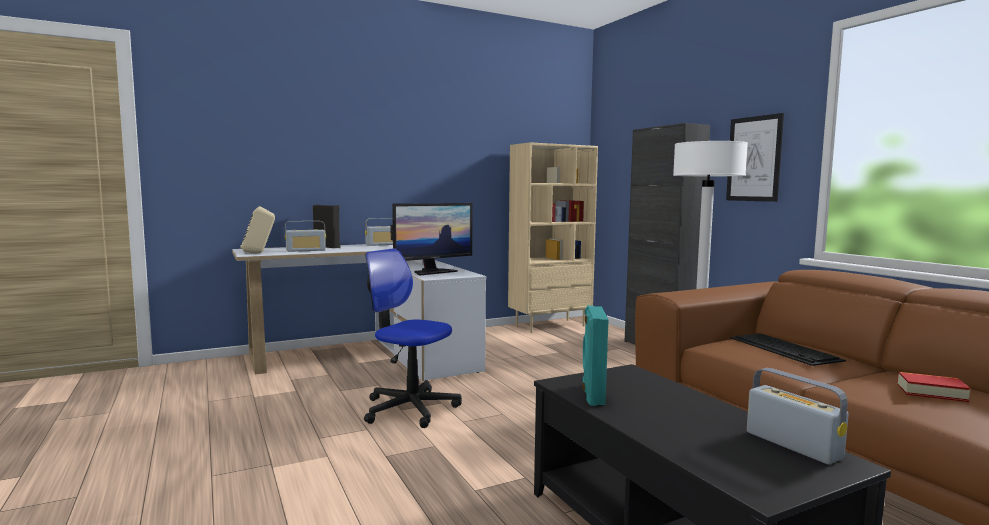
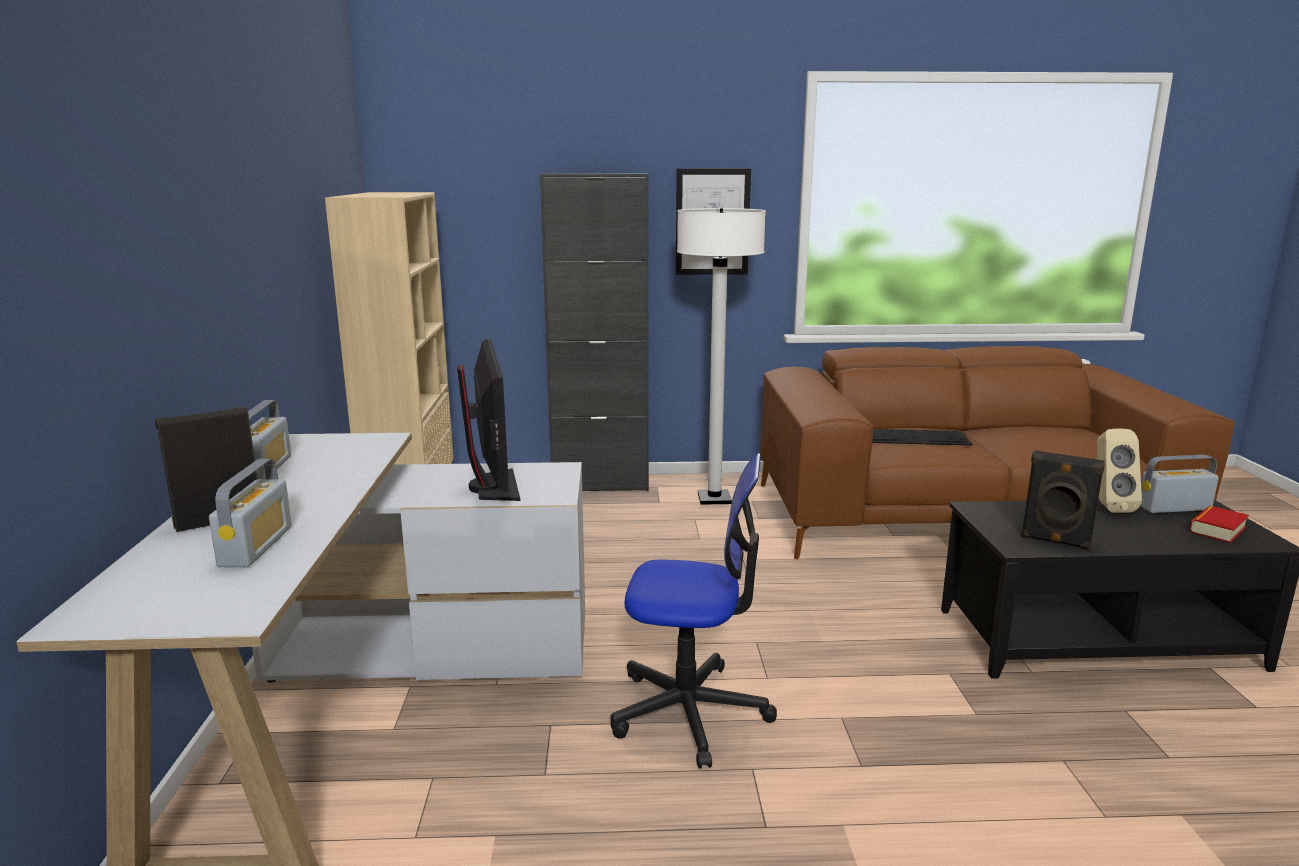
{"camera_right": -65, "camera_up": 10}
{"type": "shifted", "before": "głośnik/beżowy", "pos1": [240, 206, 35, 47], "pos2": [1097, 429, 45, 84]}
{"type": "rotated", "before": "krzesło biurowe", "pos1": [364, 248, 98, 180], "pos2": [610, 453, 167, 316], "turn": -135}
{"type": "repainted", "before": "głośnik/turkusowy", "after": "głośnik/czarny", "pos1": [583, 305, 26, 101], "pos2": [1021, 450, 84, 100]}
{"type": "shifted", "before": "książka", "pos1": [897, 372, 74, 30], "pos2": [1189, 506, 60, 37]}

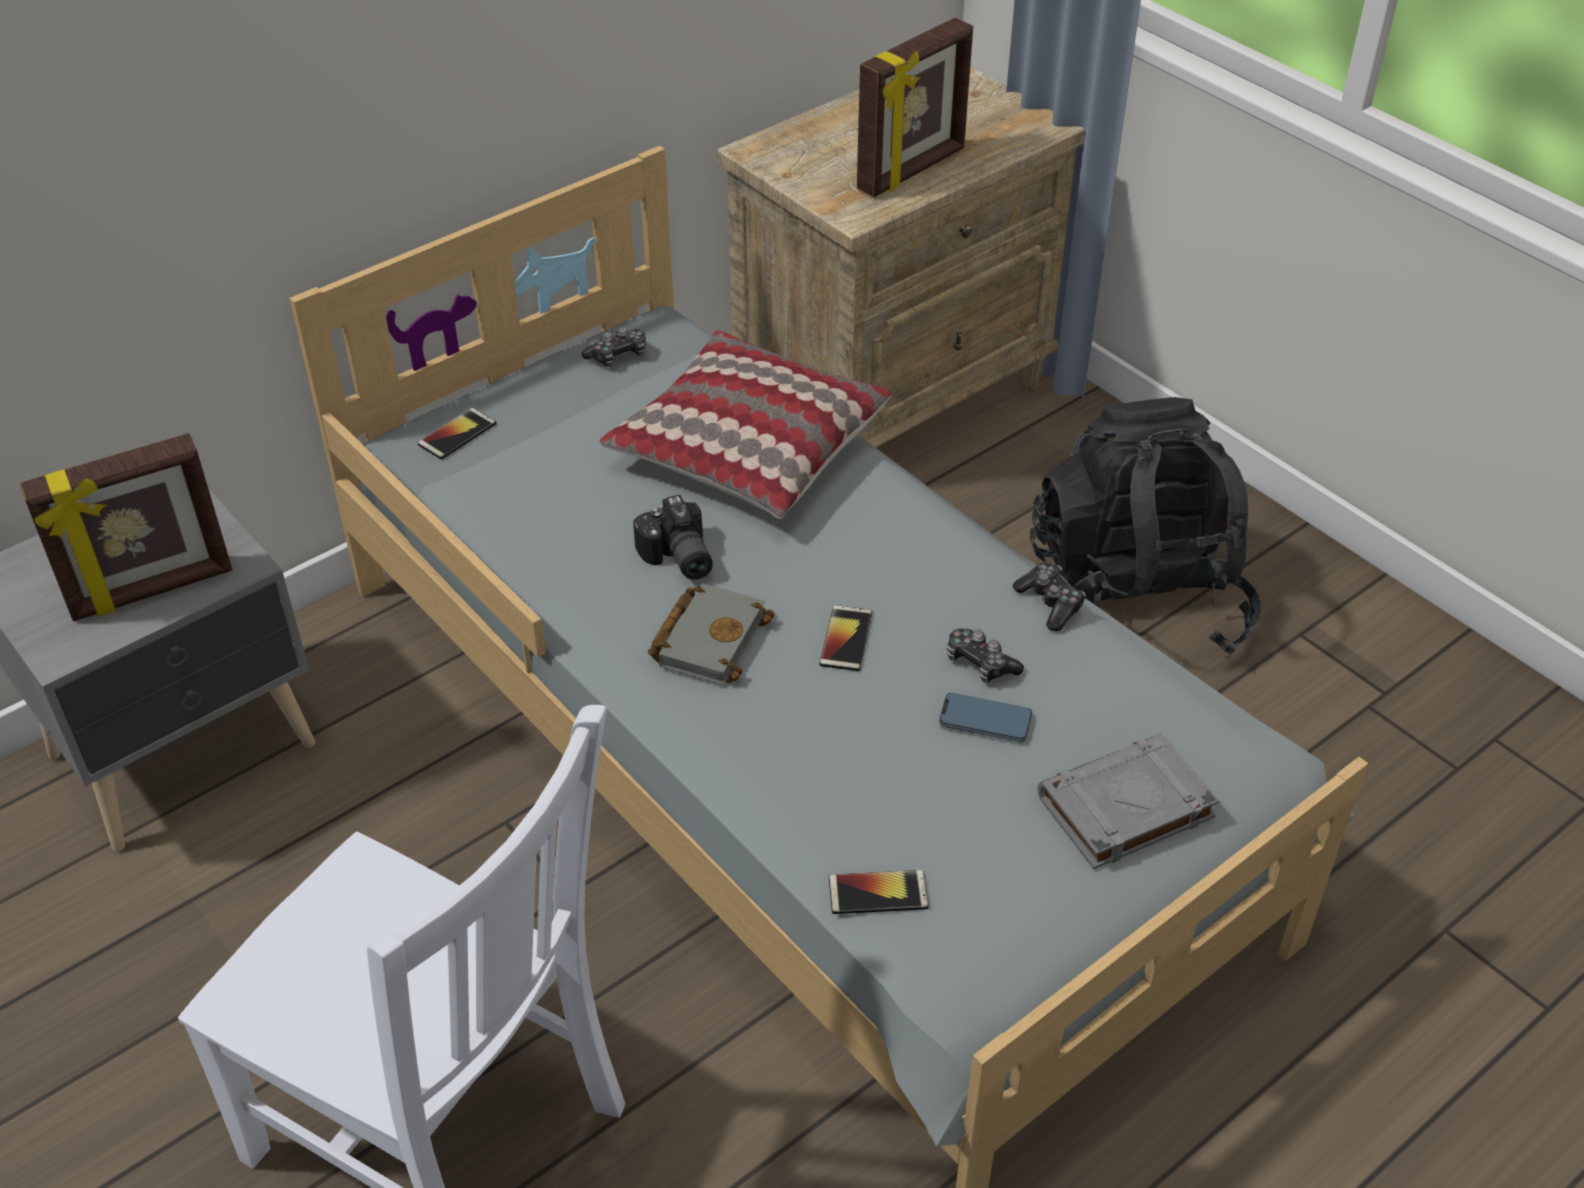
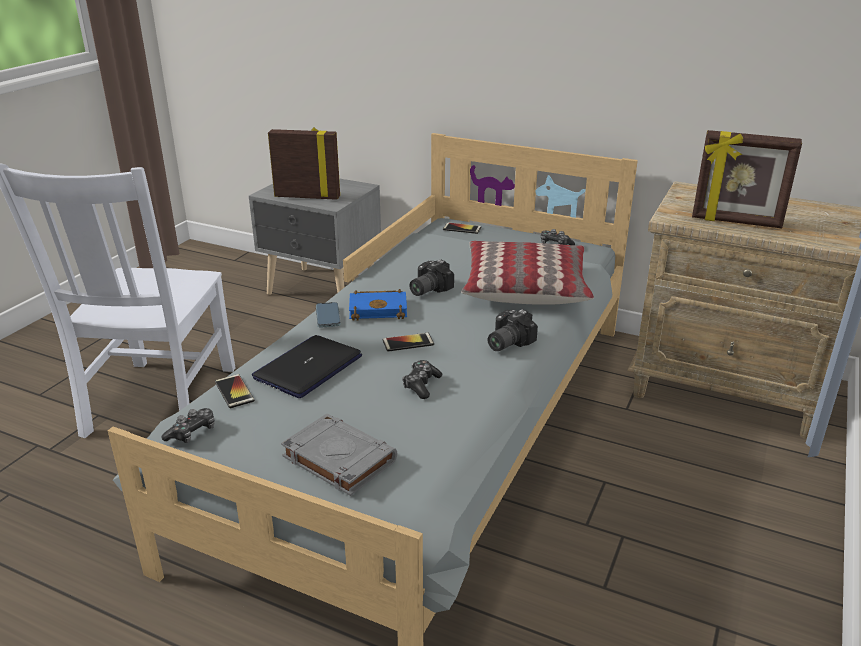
{"camera_right": 65, "camera_up": -15}
{"type": "gone", "before": "plecak/czarny", "pos1": [1030, 397, 231, 257]}
{"type": "rotated", "before": "ramka na zdjęcie", "pos1": [20, 433, 212, 188], "pos2": [268, 127, 72, 73], "turn": 150}
{"type": "shifted", "before": "pad do gier", "pos1": [1013, 562, 73, 69], "pos2": [162, 408, 52, 35]}
{"type": "repainted", "before": "książka/szary", "after": "książka/niebieski", "pos1": [648, 584, 127, 101], "pos2": [349, 289, 58, 32]}
{"type": "shifted", "before": "telefon", "pos1": [939, 693, 93, 49], "pos2": [316, 302, 25, 26]}
{"type": "new", "after": "aparat fotograficzny", "pos2": [488, 309, 50, 42]}
{"type": "new", "after": "laptop", "pos2": [252, 335, 110, 63]}

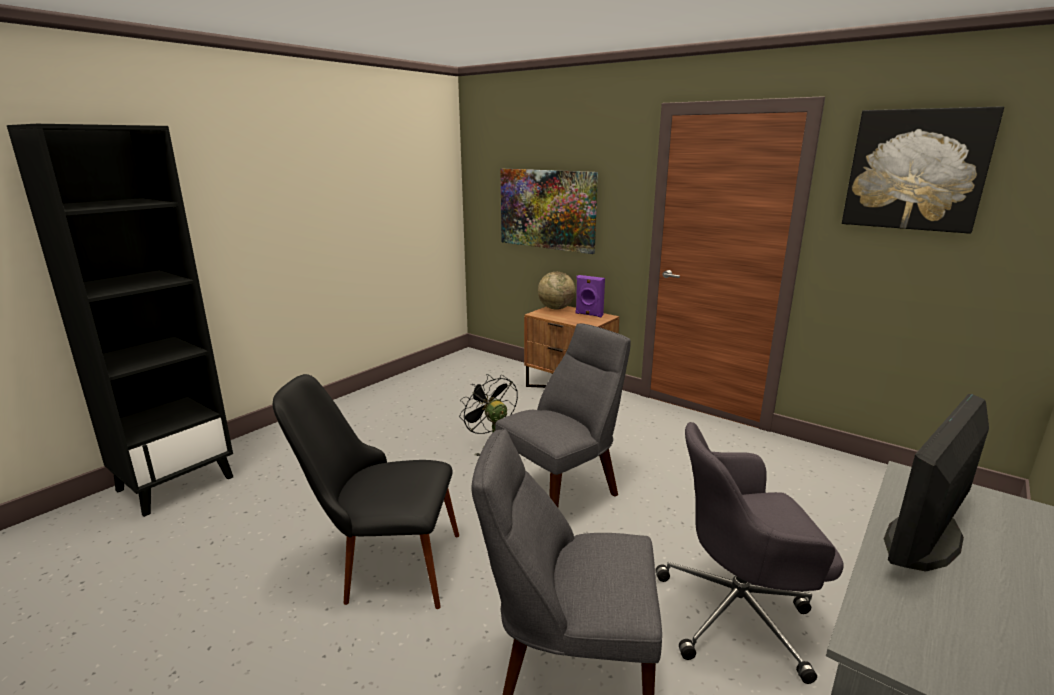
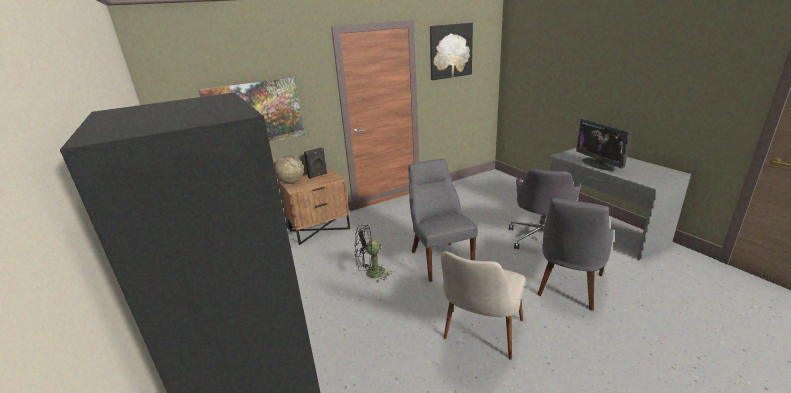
{"camera_right": -65, "camera_up": 5}
{"type": "repainted", "before": "głośnik/fioletowy", "after": "głośnik/czarny", "pos1": [576, 275, 29, 42], "pos2": [304, 147, 23, 32]}
{"type": "repainted", "before": "krzesło/czarny", "after": "krzesło/beżowy", "pos1": [273, 374, 186, 235], "pos2": [441, 251, 85, 109]}

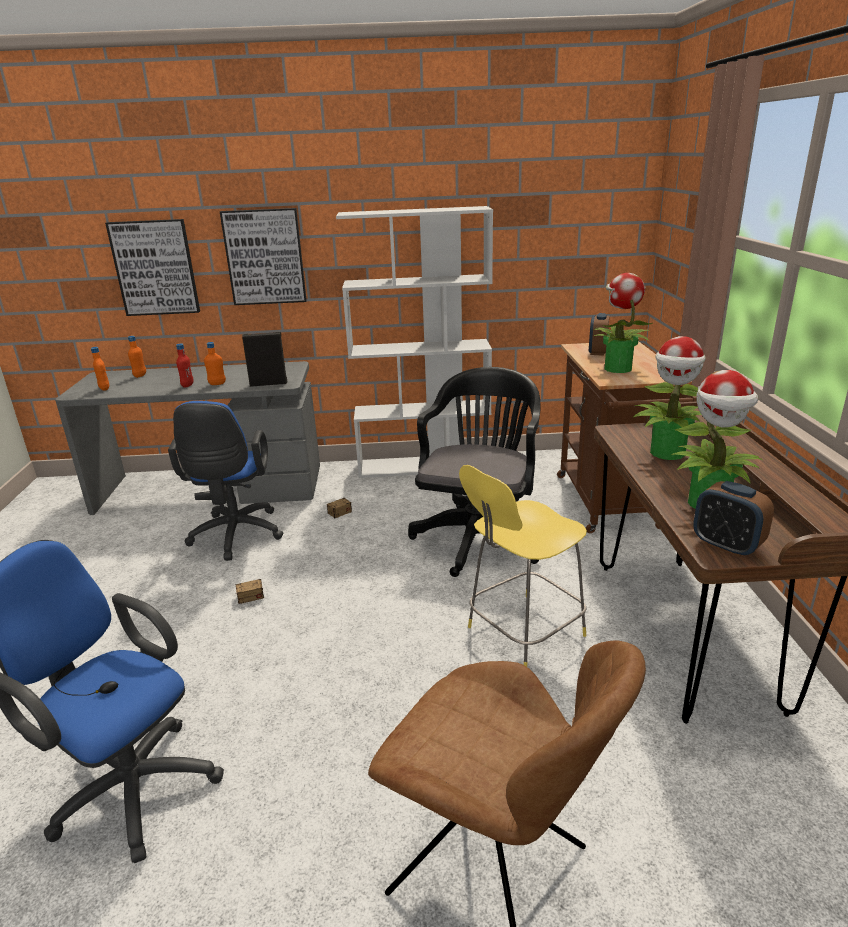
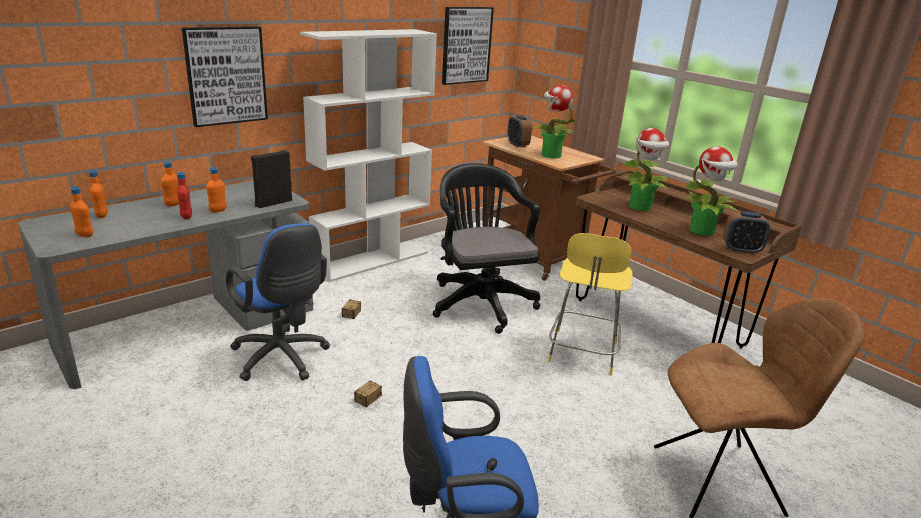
{"camera_right": -40, "camera_up": 0}
{"type": "shifted", "before": "obraz", "pos1": [105, 219, 95, 97], "pos2": [442, 7, 52, 78]}
{"type": "new", "after": "butelka/pomarańczowy", "pos2": [161, 161, 18, 45]}

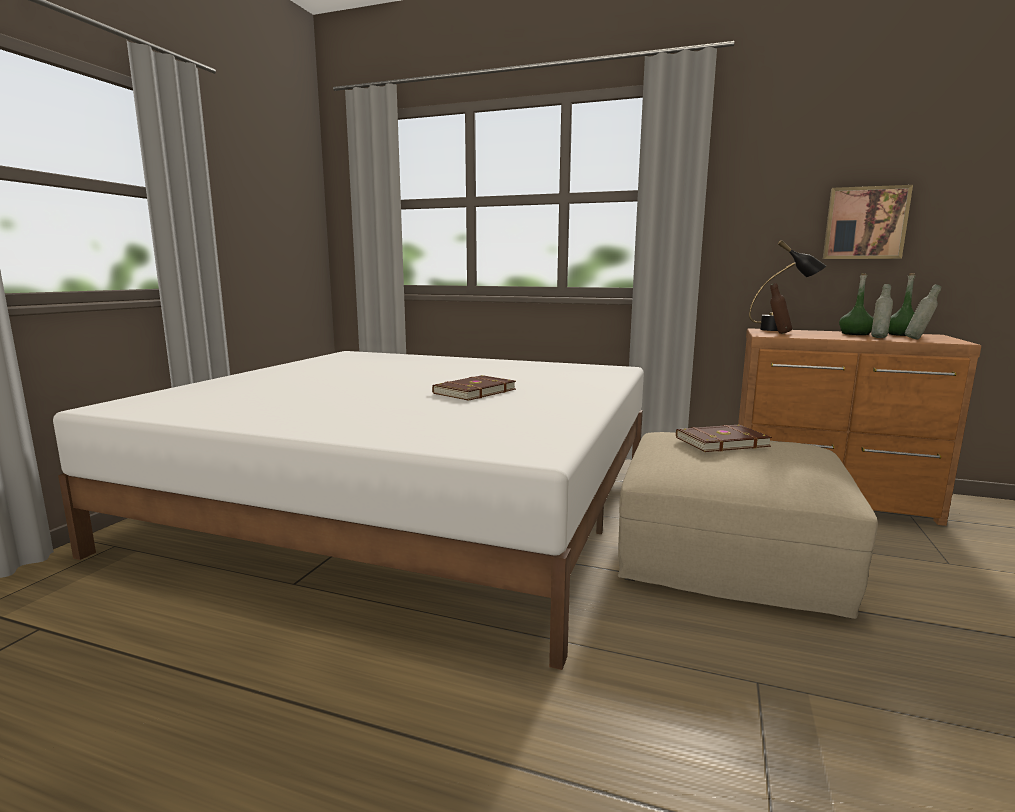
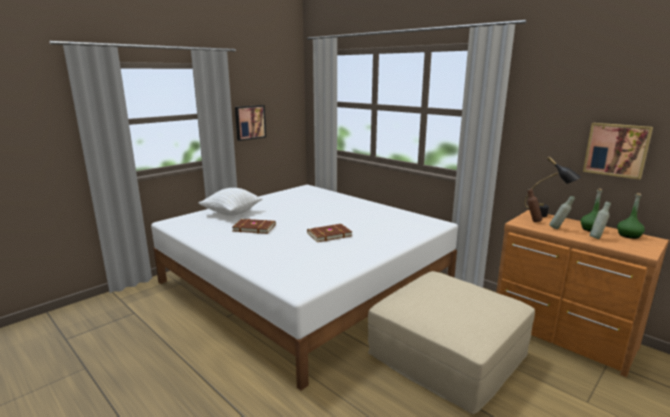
{"camera_right": 25, "camera_up": 5}
{"type": "shifted", "before": "butelka/szary", "pos1": [905, 285, 36, 54], "pos2": [550, 196, 25, 33]}
{"type": "shifted", "before": "książka/brązowy", "pos1": [676, 425, 96, 27], "pos2": [232, 219, 44, 15]}
{"type": "new", "after": "obraz", "pos2": [235, 105, 31, 36]}
{"type": "new", "after": "poduszka/biały", "pos2": [199, 188, 64, 28]}

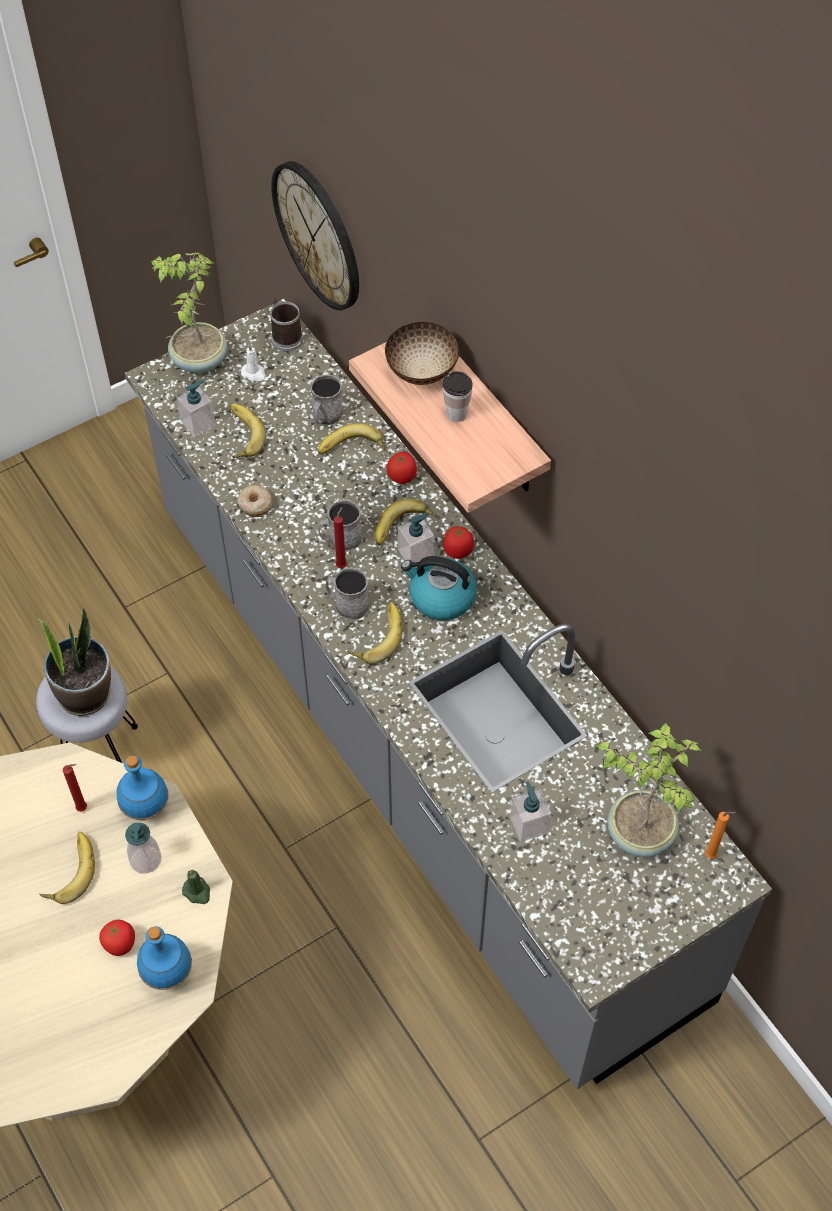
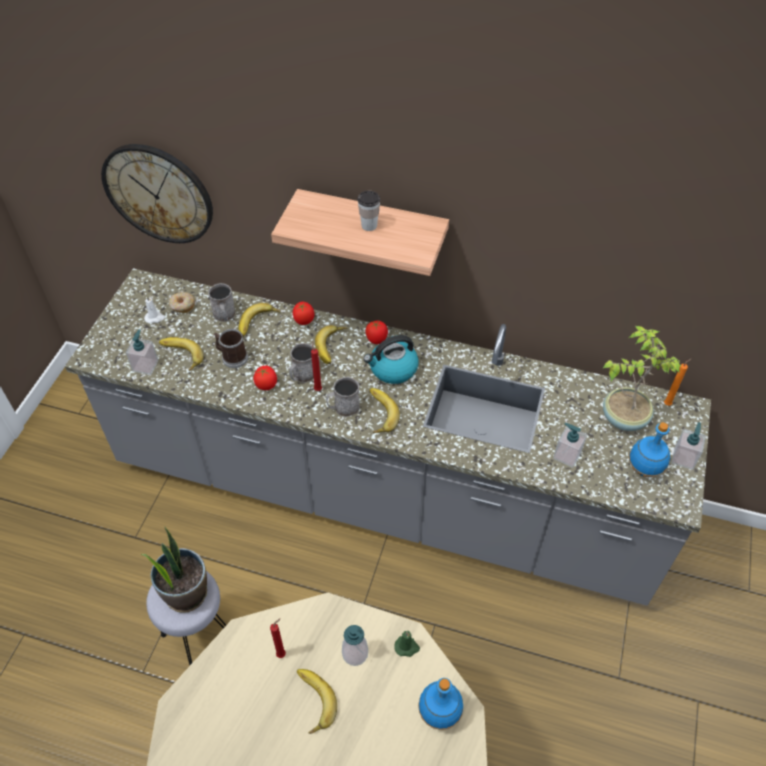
{"camera_right": -40, "camera_up": -5}
{"type": "gone", "before": "roślina doniczkowa", "pos1": [151, 253, 76, 120]}
{"type": "shifted", "before": "kubek", "pos1": [270, 298, 33, 54], "pos2": [214, 329, 34, 39]}
{"type": "gone", "before": "miska", "pos1": [385, 322, 75, 63]}
{"type": "shifted", "before": "donut", "pos1": [238, 485, 35, 32], "pos2": [169, 292, 26, 21]}
{"type": "shifted", "before": "dozownik mydła", "pos1": [398, 513, 36, 49], "pos2": [671, 422, 35, 48]}
{"type": "shifted", "before": "butelka/niebieski", "pos1": [117, 756, 51, 64], "pos2": [629, 422, 41, 55]}
{"type": "shifted", "before": "pomidor", "pos1": [99, 920, 36, 36], "pos2": [254, 366, 23, 24]}

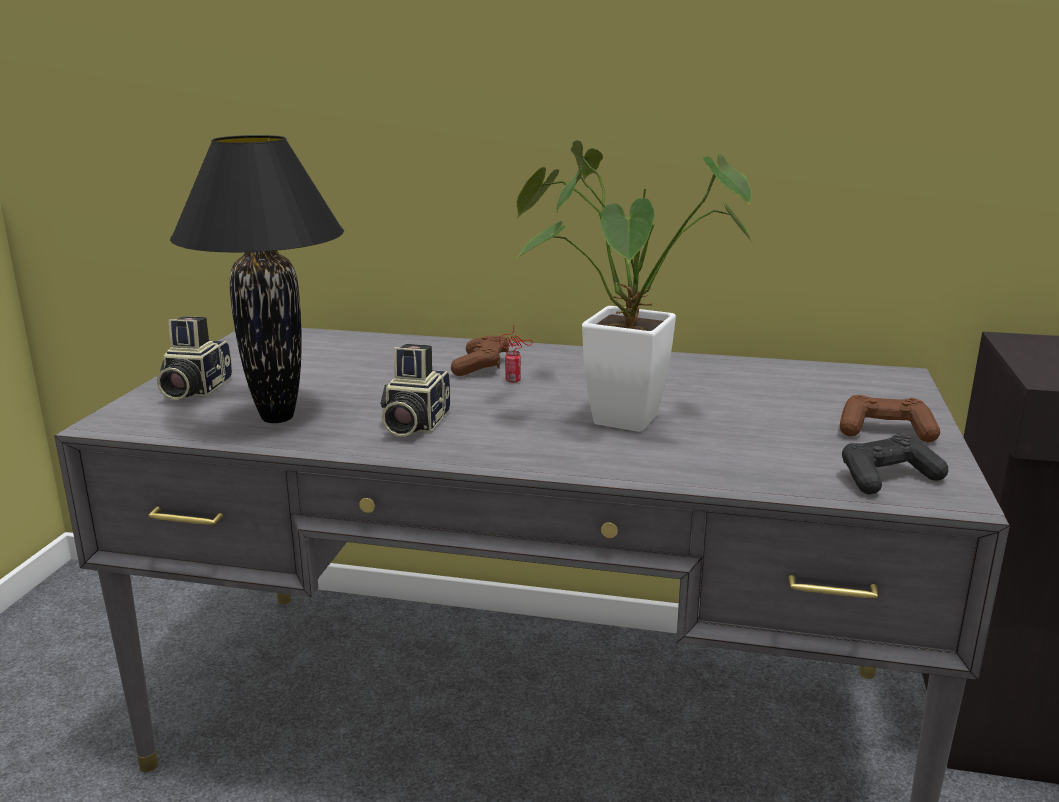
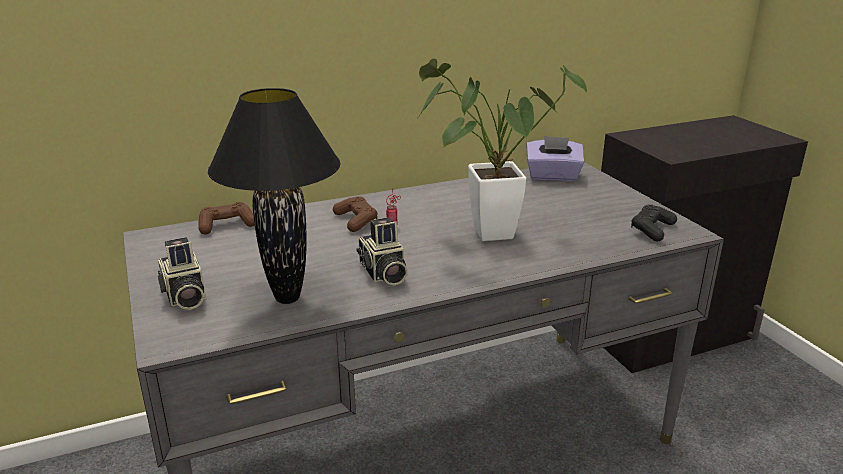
{"camera_right": -35, "camera_up": 5}
{"type": "shifted", "before": "pad do gier/brązowy", "pos1": [840, 395, 100, 47], "pos2": [198, 202, 57, 33]}
{"type": "new", "after": "pudełko chusteczek/fioletowy", "pos2": [526, 136, 58, 45]}

